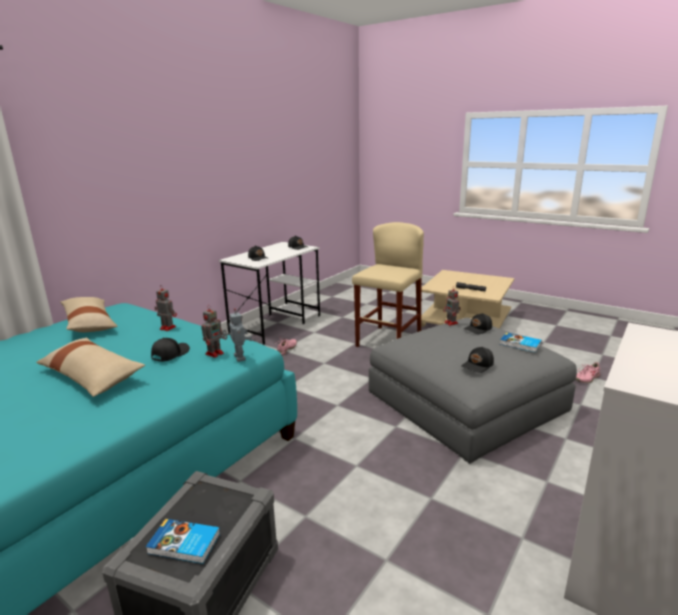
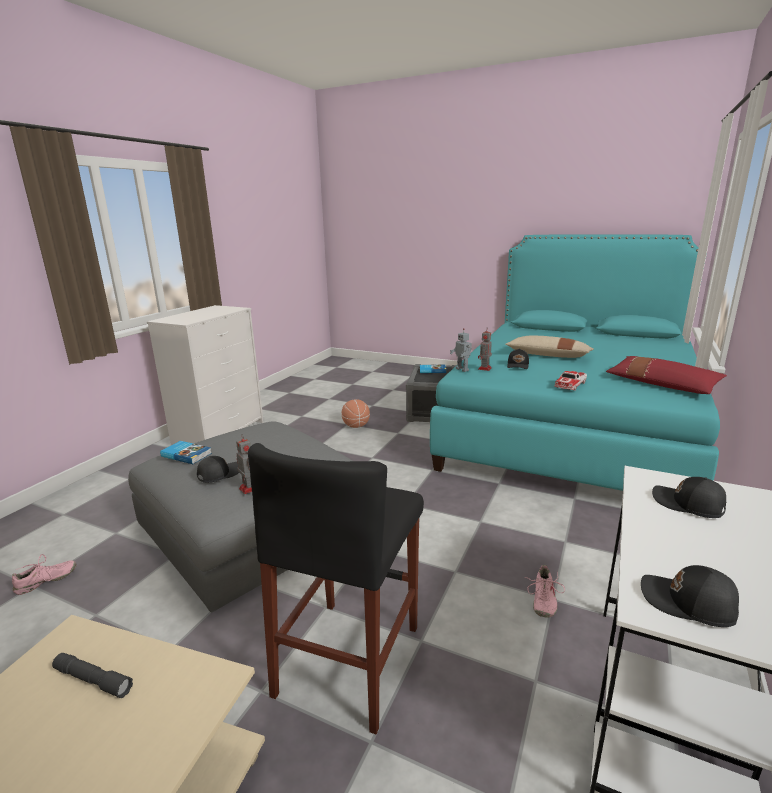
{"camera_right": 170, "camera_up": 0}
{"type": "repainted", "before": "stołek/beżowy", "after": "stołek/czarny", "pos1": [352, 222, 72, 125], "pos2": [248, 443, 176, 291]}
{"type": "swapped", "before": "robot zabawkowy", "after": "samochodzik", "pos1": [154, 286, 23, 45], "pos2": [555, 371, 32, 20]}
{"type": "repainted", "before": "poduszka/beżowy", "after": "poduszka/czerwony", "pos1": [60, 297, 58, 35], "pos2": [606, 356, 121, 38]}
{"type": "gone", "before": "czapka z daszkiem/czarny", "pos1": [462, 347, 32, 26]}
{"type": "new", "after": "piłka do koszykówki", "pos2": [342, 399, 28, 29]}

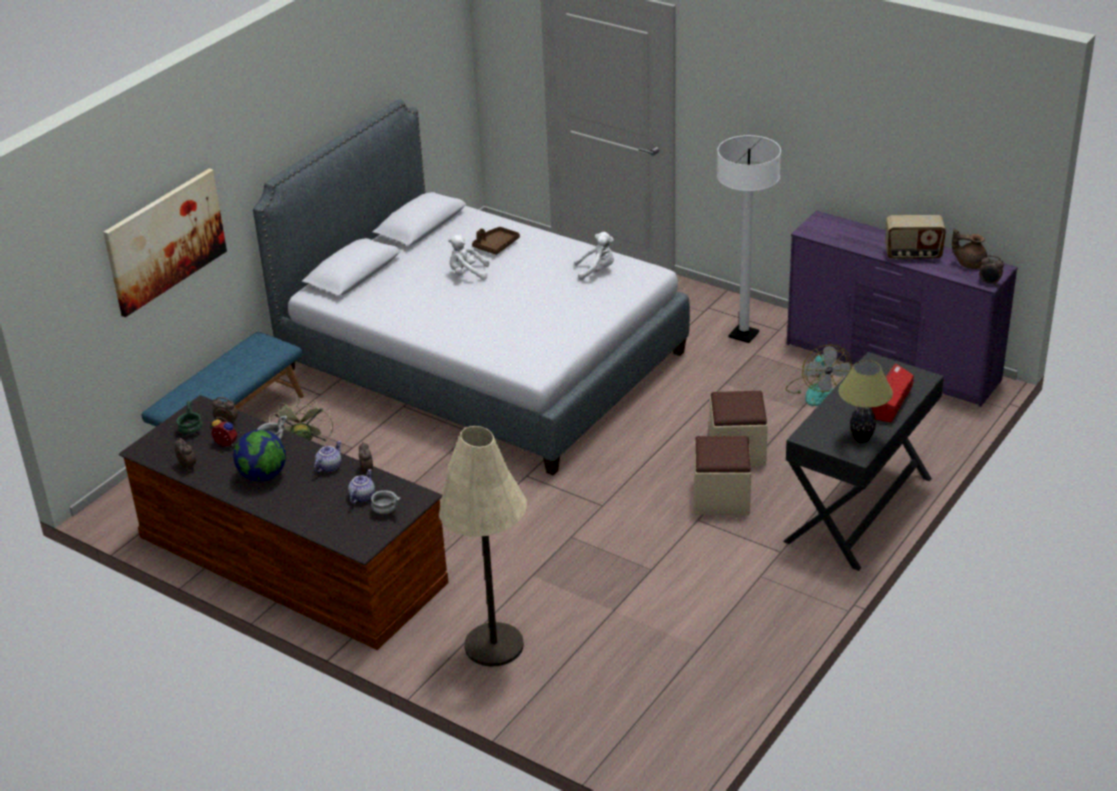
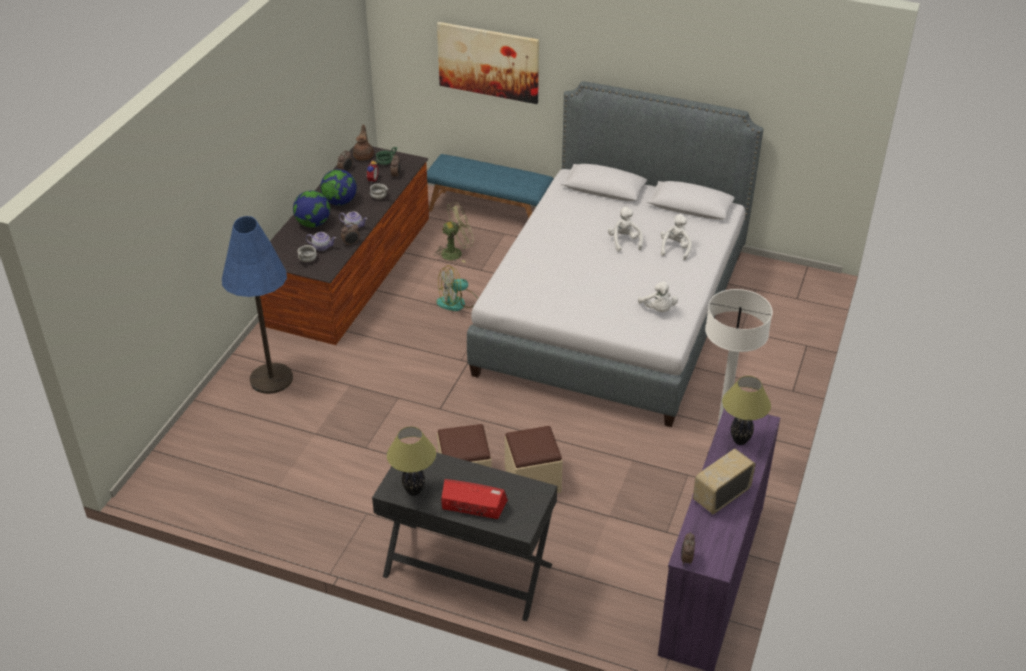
{"camera_right": 75, "camera_up": 5}
{"type": "rotated", "before": "radio", "pos1": [885, 215, 61, 45], "pos2": [693, 449, 63, 65], "turn": 60}
{"type": "swapped", "before": "taca/brązowy", "after": "pluszak/biały", "pos1": [472, 227, 48, 28], "pos2": [661, 214, 31, 46]}
{"type": "shifted", "before": "imbryk/brązowy", "pos1": [952, 229, 35, 40], "pos2": [353, 125, 21, 36]}
{"type": "shifted", "before": "wentylator", "pos1": [786, 345, 66, 61], "pos2": [436, 265, 42, 46]}
{"type": "repainted", "before": "lampa stojąca/beżowy", "after": "lampa stojąca/niebieski", "pos1": [439, 426, 88, 241], "pos2": [222, 216, 71, 178]}
{"type": "new", "after": "globus", "pos2": [293, 191, 37, 37]}
{"type": "new", "after": "lampa stołowa", "pos2": [722, 376, 49, 69]}

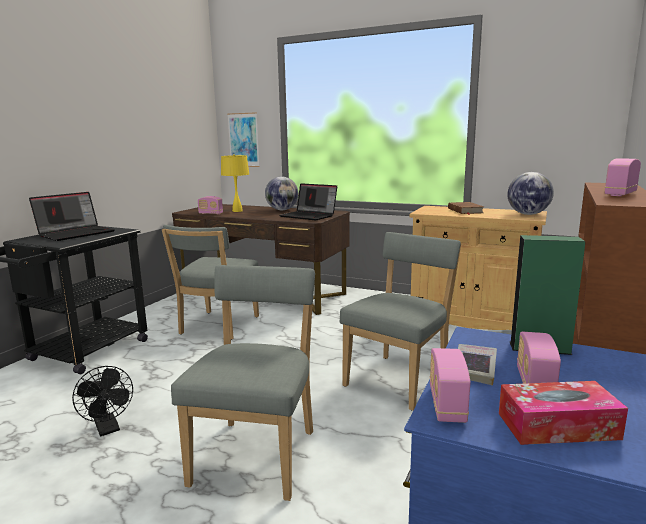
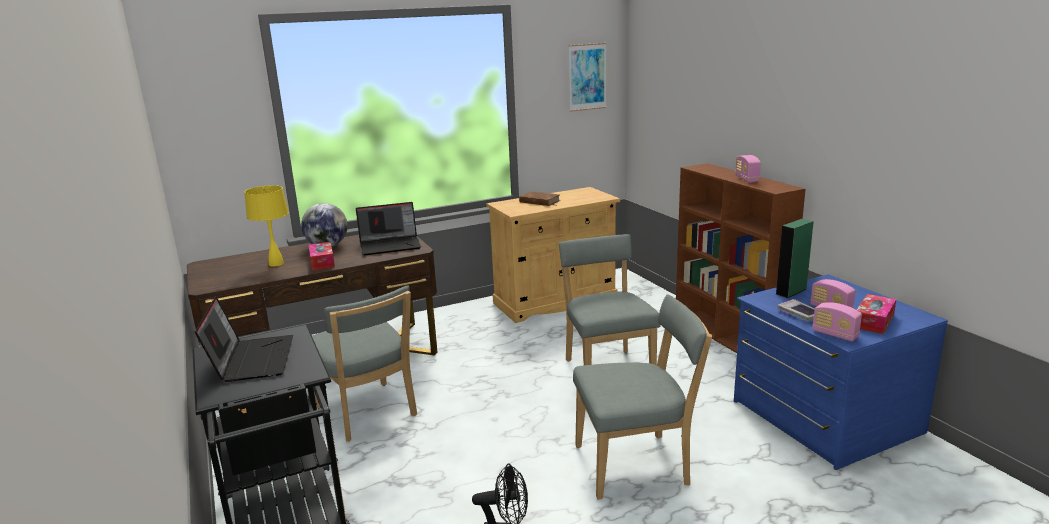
{"camera_right": -50, "camera_up": 5}
{"type": "shifted", "before": "obraz", "pos1": [227, 112, 33, 55], "pos2": [569, 43, 37, 69]}
{"type": "gone", "before": "globus", "pos1": [507, 172, 47, 43]}
{"type": "gone", "before": "radio", "pos1": [198, 196, 25, 18]}
{"type": "rotated", "before": "krzesło/szary", "pos1": [171, 265, 144, 236], "pos2": [573, 295, 139, 205], "turn": 120}
{"type": "new", "after": "pudełko chusteczek", "pos2": [309, 242, 26, 28]}

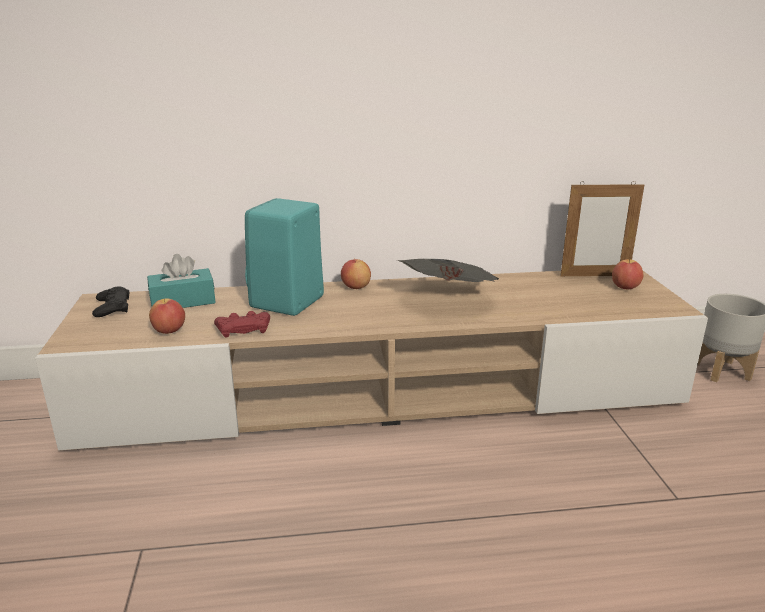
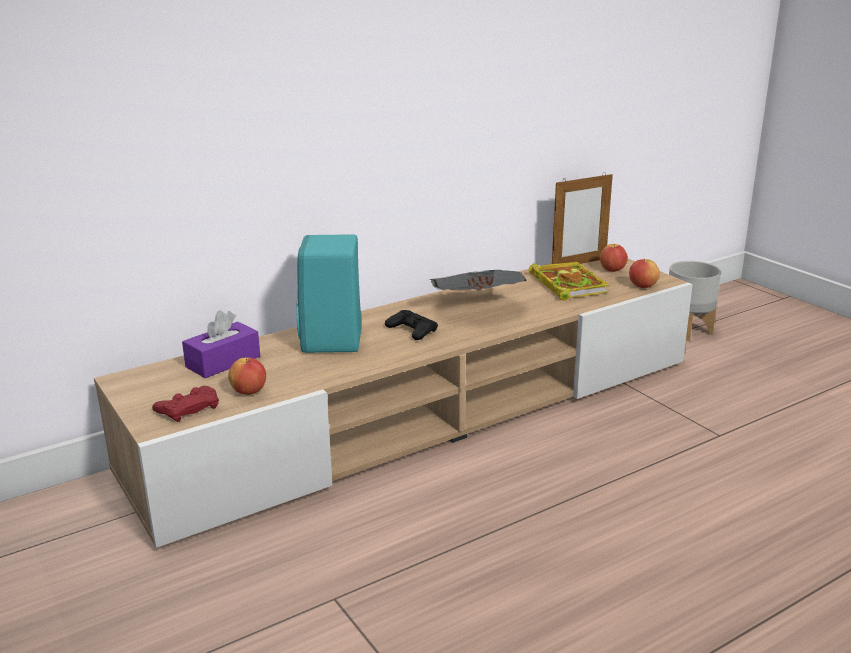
{"camera_right": -25, "camera_up": 0}
{"type": "repainted", "before": "pudełko chusteczek/turkusowy", "after": "pudełko chusteczek/fioletowy", "pos1": [147, 254, 69, 54], "pos2": [182, 310, 78, 68]}
{"type": "shifted", "before": "jabłko", "pos1": [341, 258, 30, 31], "pos2": [629, 259, 31, 29]}
{"type": "shifted", "before": "pad do gier/czarny", "pos1": [92, 286, 38, 31], "pos2": [385, 310, 53, 30]}
{"type": "shifted", "before": "pad do gier/czerwony", "pos1": [214, 311, 56, 27], "pos2": [152, 386, 67, 36]}
{"type": "new", "after": "książka", "pos2": [529, 261, 80, 40]}

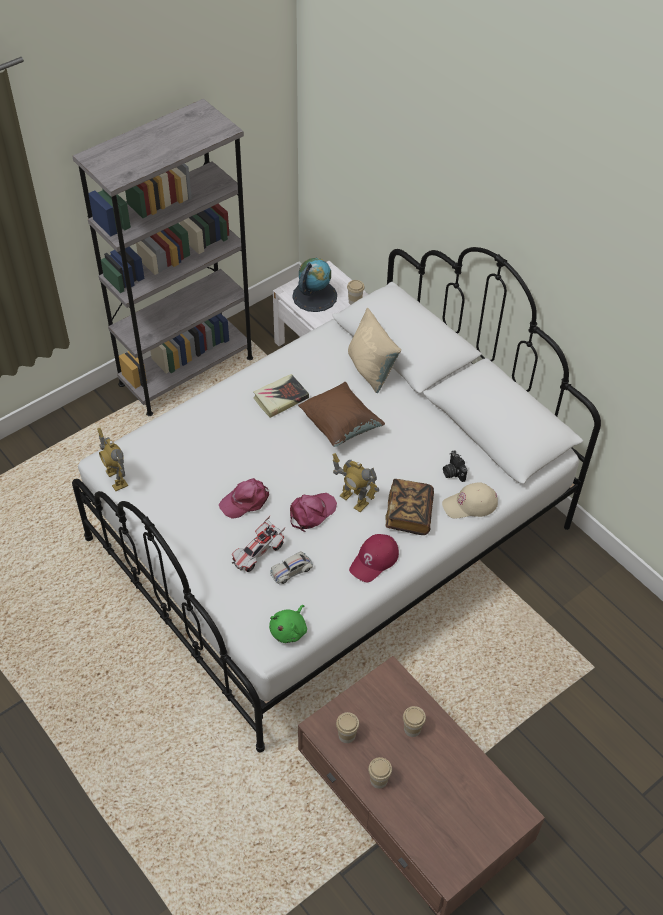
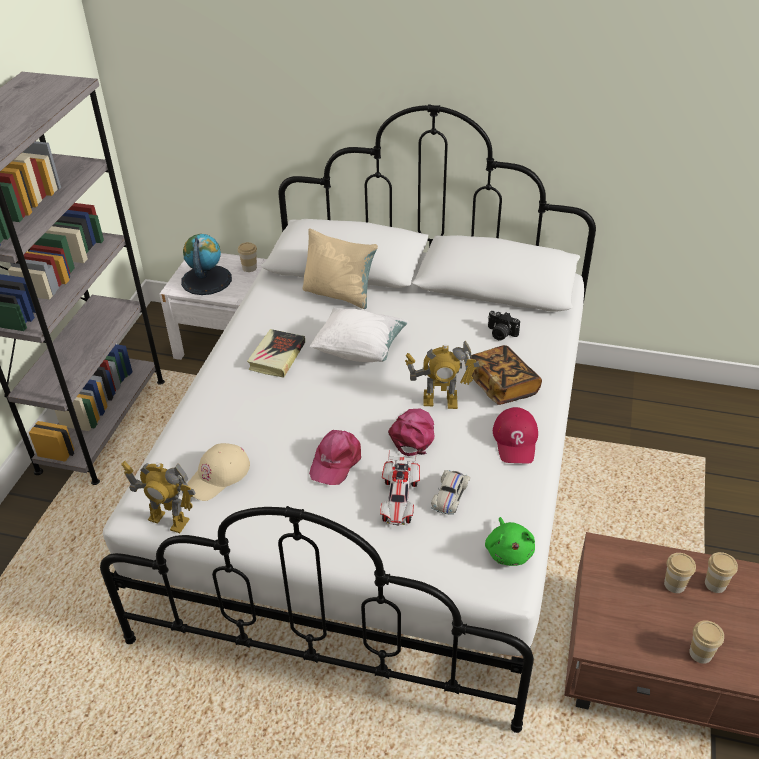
{"camera_right": -35, "camera_up": -10}
{"type": "repainted", "before": "poduszka/brązowy", "after": "poduszka/biały", "pos1": [298, 382, 87, 65], "pos2": [310, 307, 98, 55]}
{"type": "shifted", "before": "czapka z daszkiem/beżowy", "pos1": [442, 482, 56, 37], "pos2": [187, 443, 63, 58]}
{"type": "shifted", "before": "filiżanka", "pos1": [336, 712, 23, 31], "pos2": [705, 552, 33, 41]}

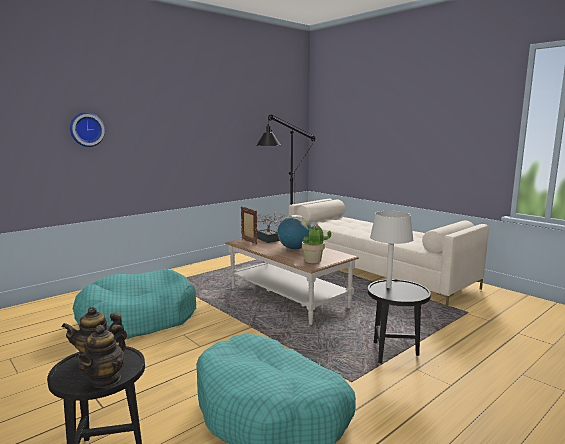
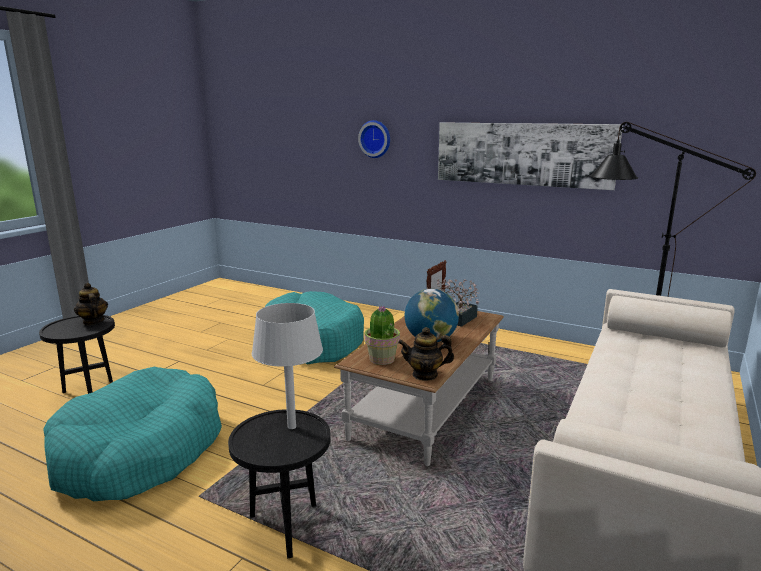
{"camera_right": 70, "camera_up": 5}
{"type": "shifted", "before": "imbryk", "pos1": [75, 325, 51, 63], "pos2": [398, 327, 56, 54]}
{"type": "new", "after": "obraz", "pos2": [438, 122, 185, 68]}

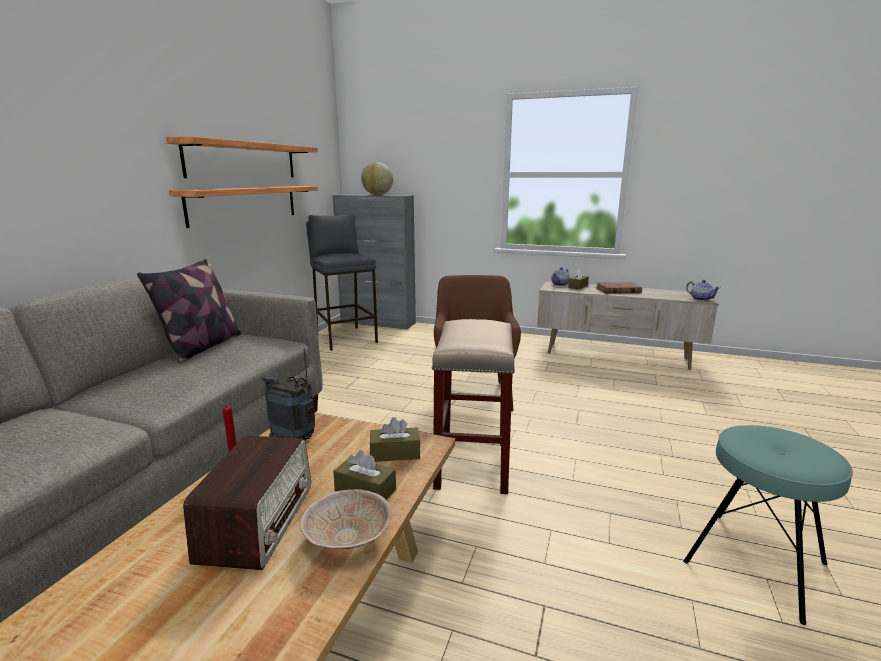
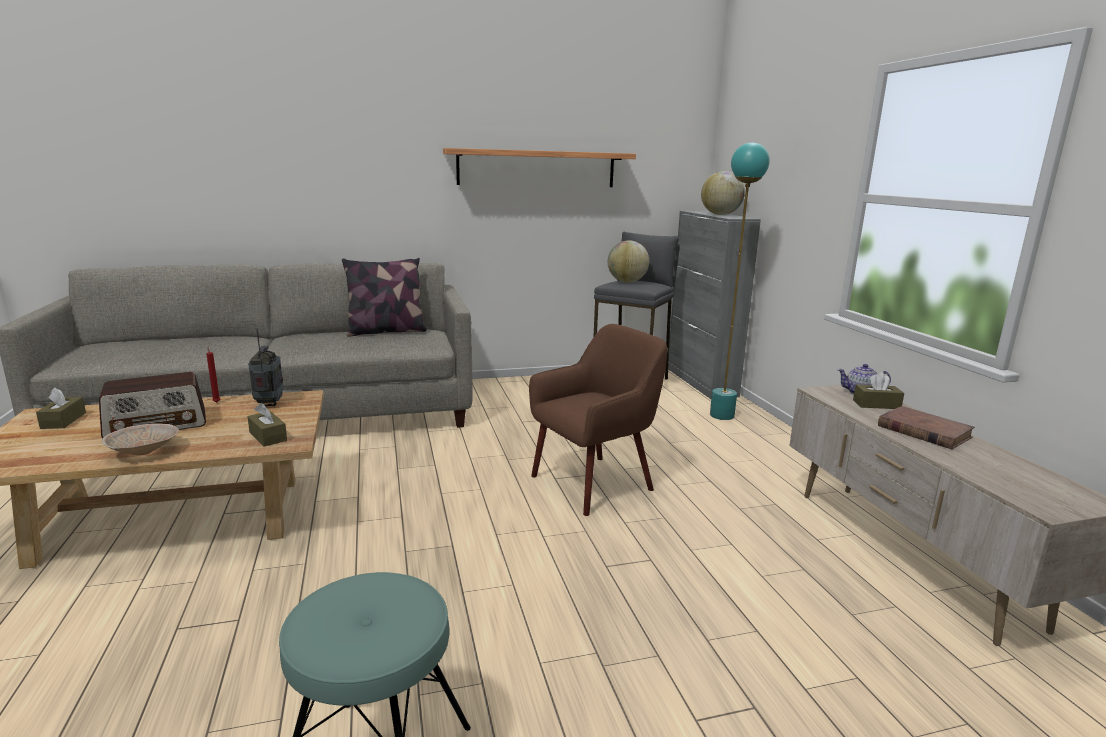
{"camera_right": 55, "camera_up": 0}
{"type": "gone", "before": "półka", "pos1": [169, 186, 149, 42]}
{"type": "gone", "before": "imbryk", "pos1": [686, 280, 35, 21]}
{"type": "gone", "before": "stołek/beżowy", "pos1": [432, 319, 83, 175]}
{"type": "shifted", "before": "pudełko chusteczek/brązowy", "pos1": [333, 450, 63, 50], "pos2": [36, 388, 50, 41]}
{"type": "new", "after": "lampa stojąca/turkusowy", "pos2": [710, 143, 60, 277]}
{"type": "new", "after": "globus", "pos2": [608, 240, 41, 43]}

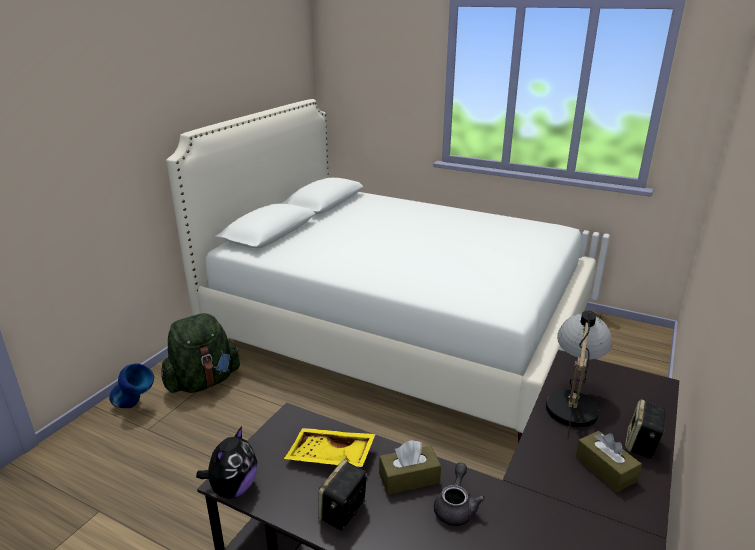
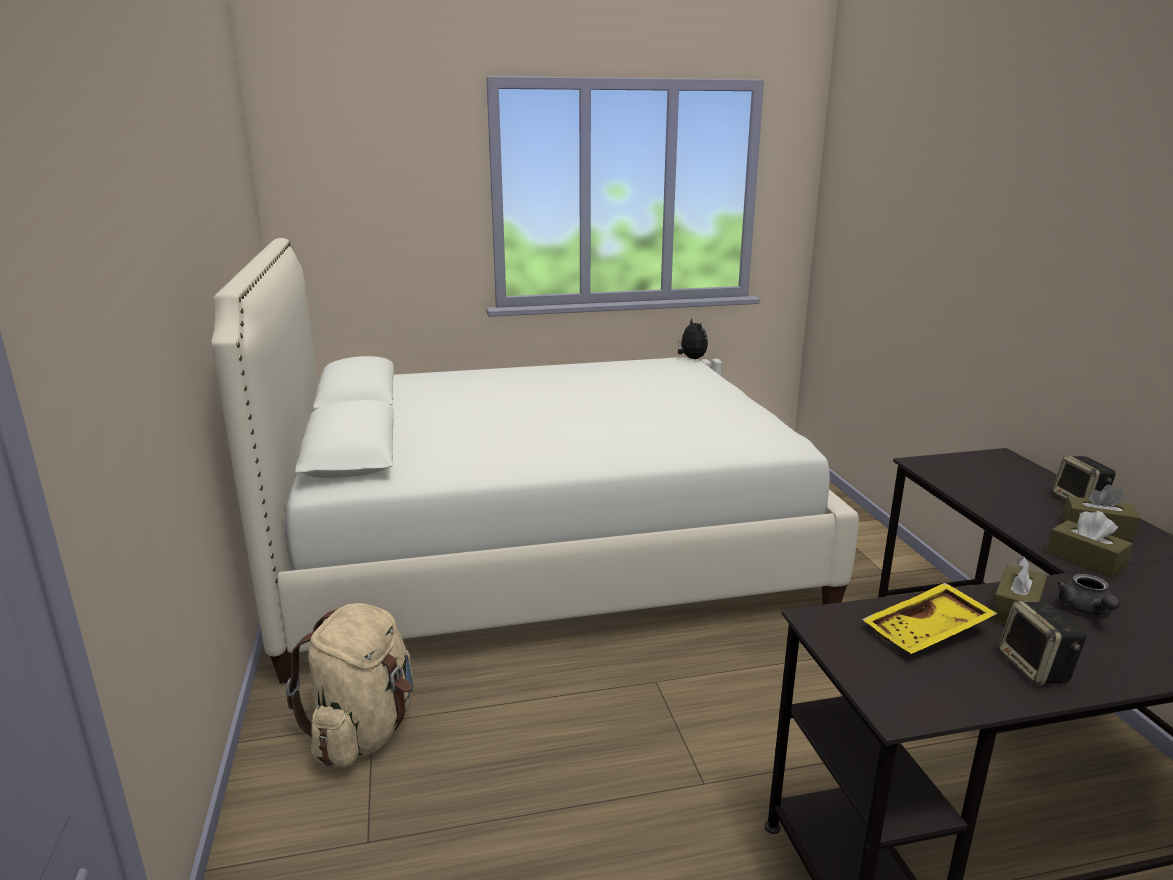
{"camera_right": -40, "camera_up": -5}
{"type": "gone", "before": "lampa stołowa", "pos1": [546, 310, 66, 129]}
{"type": "repainted", "before": "plecak/zielony", "after": "plecak/beżowy", "pos1": [161, 313, 79, 80], "pos2": [286, 603, 128, 164]}
{"type": "gone", "before": "wazon/niebieski", "pos1": [109, 363, 45, 45]}
{"type": "shifted", "before": "pluszak", "pos1": [196, 426, 61, 73], "pos2": [678, 318, 30, 41]}
{"type": "rotated", "before": "imbryk/szary", "pos1": [434, 462, 51, 64], "pos2": [1057, 574, 63, 42], "turn": -150}
{"type": "new", "after": "pudełko chusteczek/brązowy", "pos2": [1047, 511, 86, 67]}

